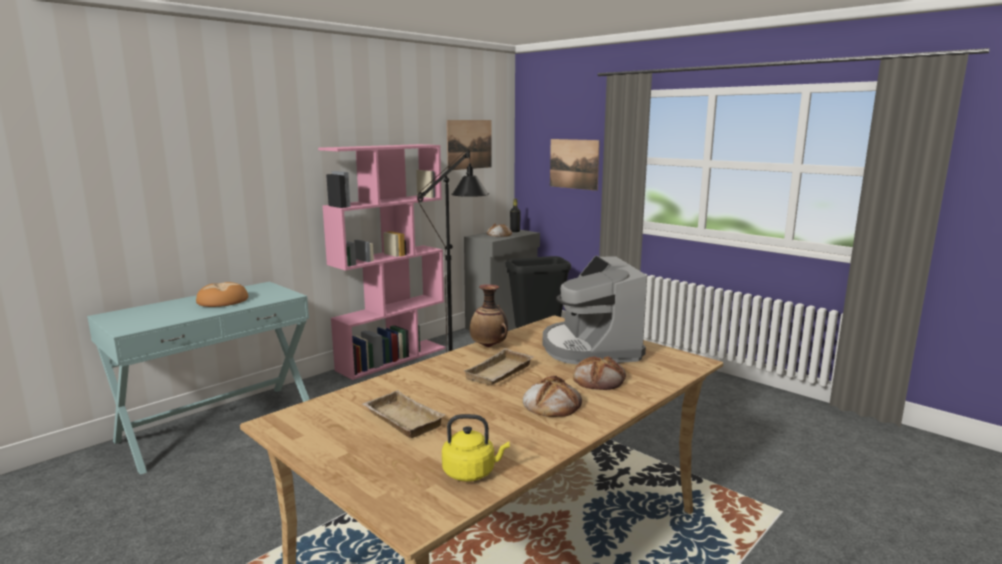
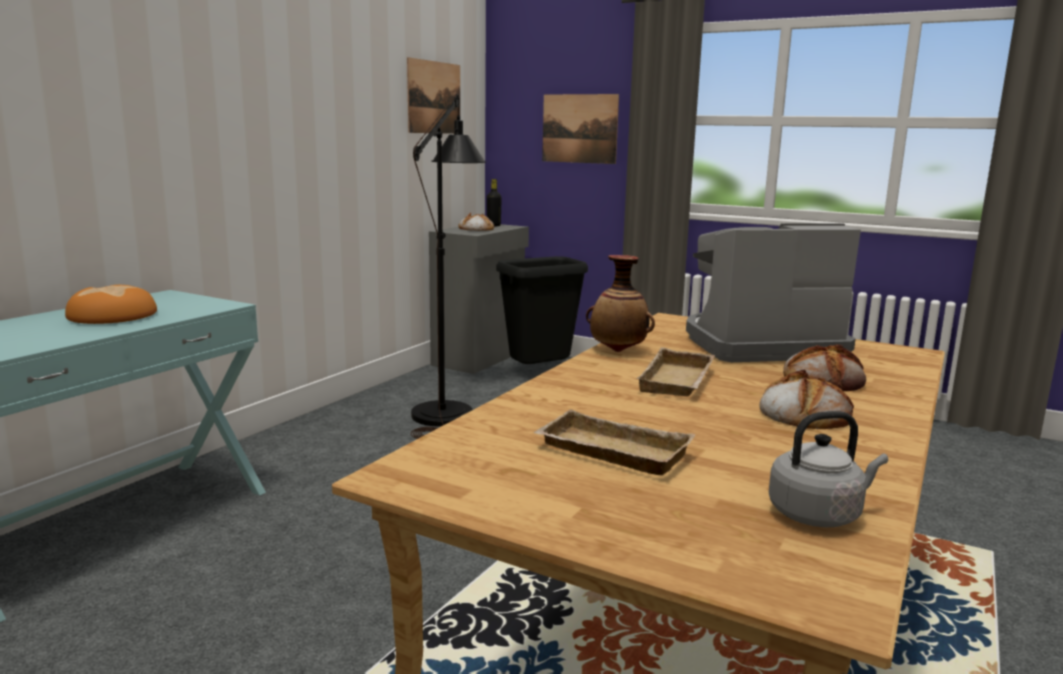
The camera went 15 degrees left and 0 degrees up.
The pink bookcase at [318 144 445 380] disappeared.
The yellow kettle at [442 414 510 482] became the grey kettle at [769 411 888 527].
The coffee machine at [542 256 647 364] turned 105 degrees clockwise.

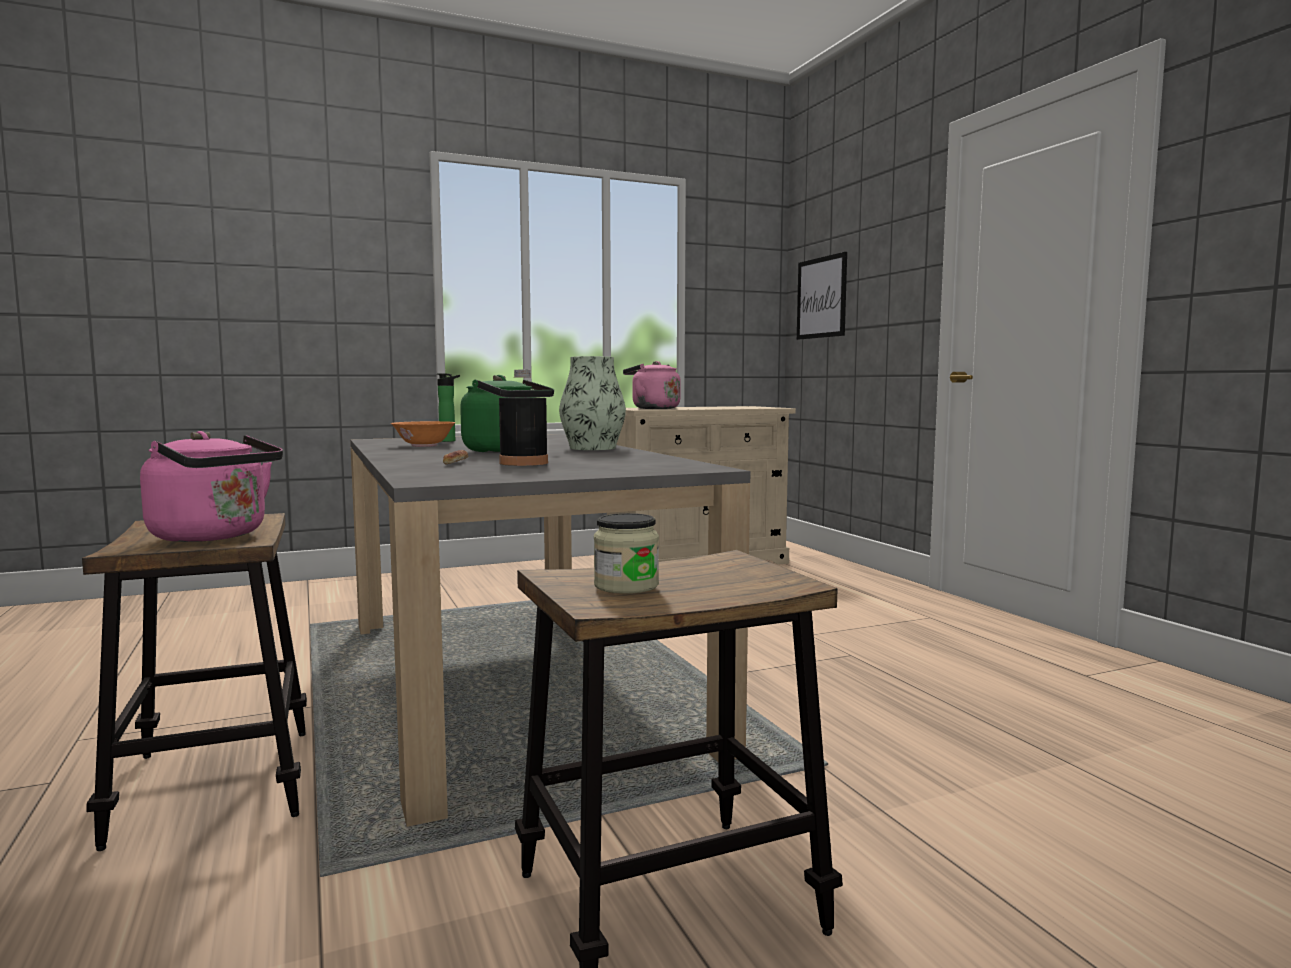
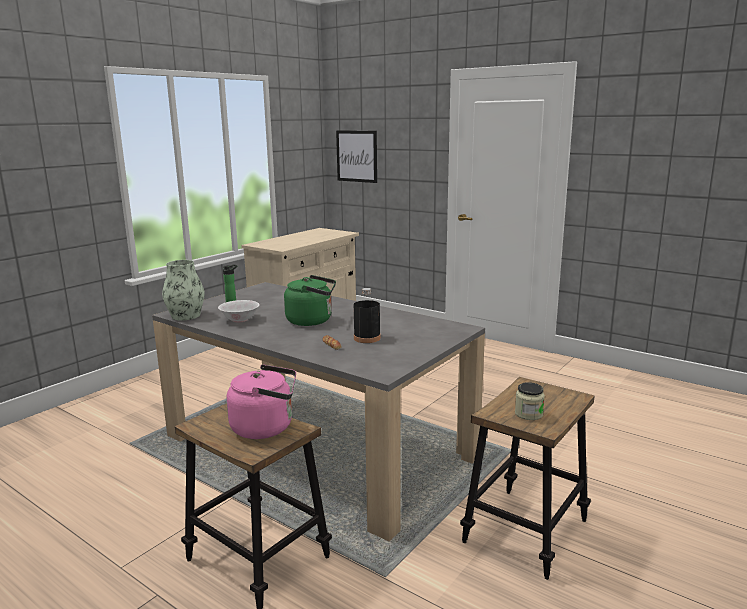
The camera went 30 degrees left and 10 degrees up.
The pink kettle at [623 361 681 409] disappeared.
The vase moved from [559 356 626 450] to [162 260 205 320].
The orange bowl at [391 421 456 447] became the white bowl at [218 300 259 322].

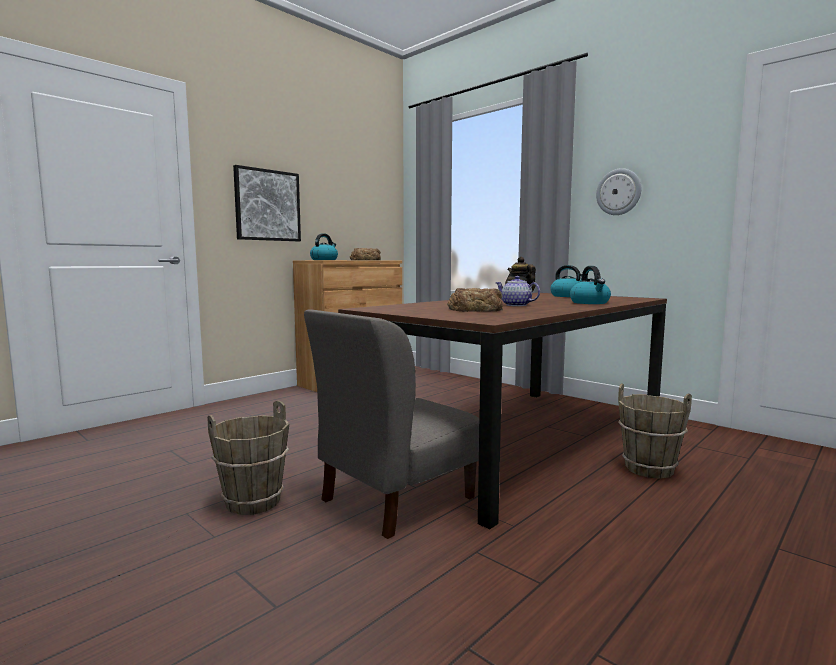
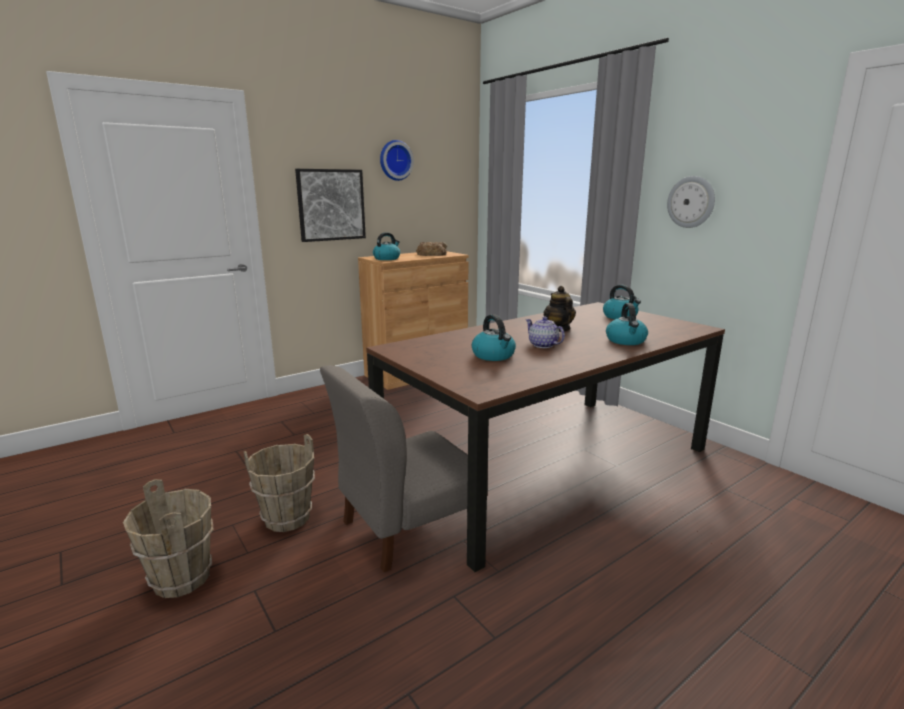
The camera went 10 degrees right and 10 degrees up.
The wall clock at [380 140 414 181] appeared.
The brown bucket moved from [618 383 692 479] to [123 479 213 598].
The bread at [447 288 503 312] was replaced by the kettle at [472 314 516 361].

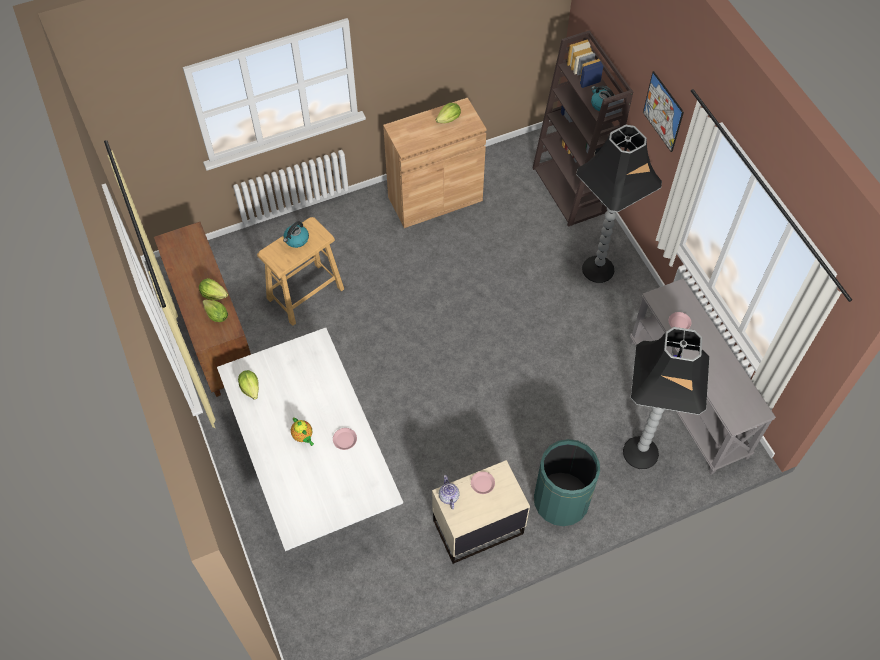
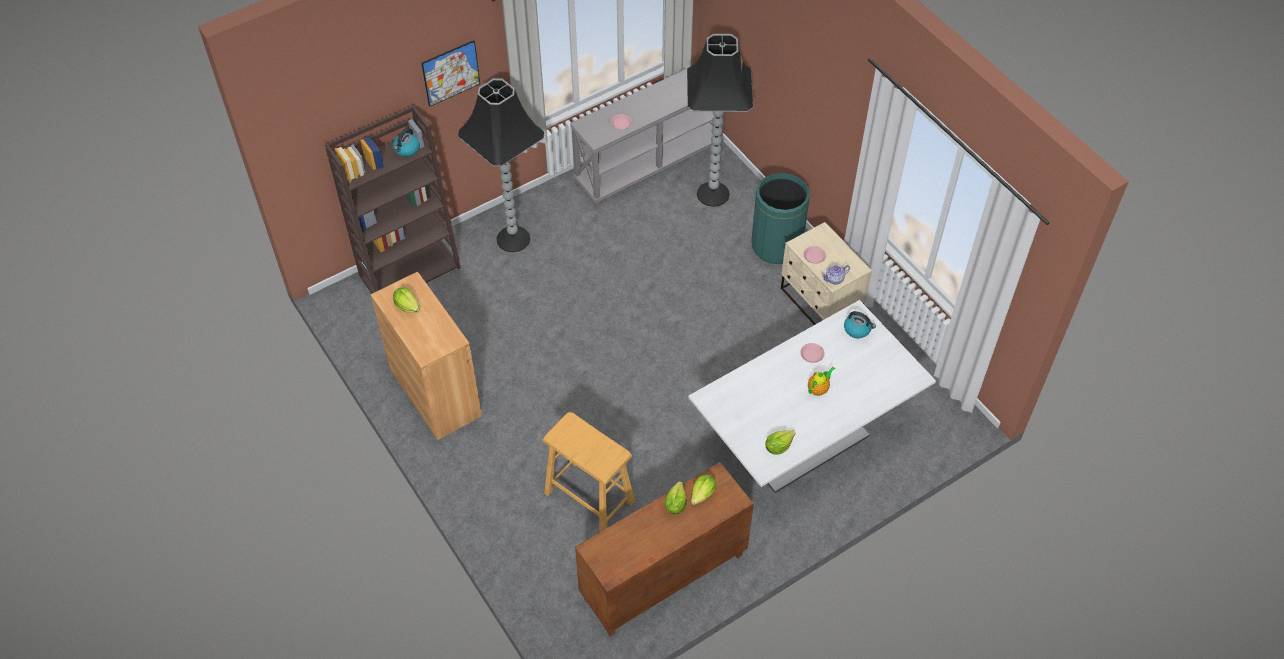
The camera went 100 degrees left and 5 degrees down.
The kettle moved from [283 221 309 248] to [844 311 876 338].

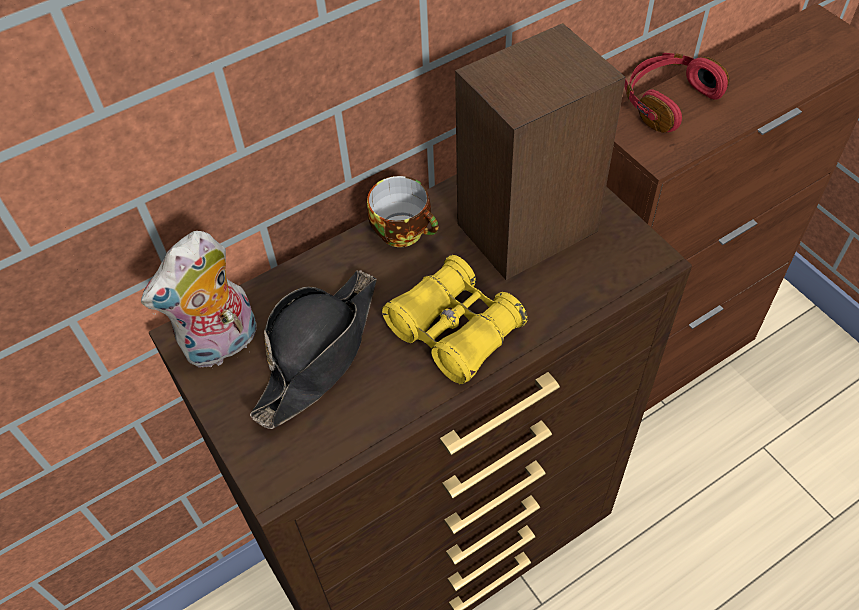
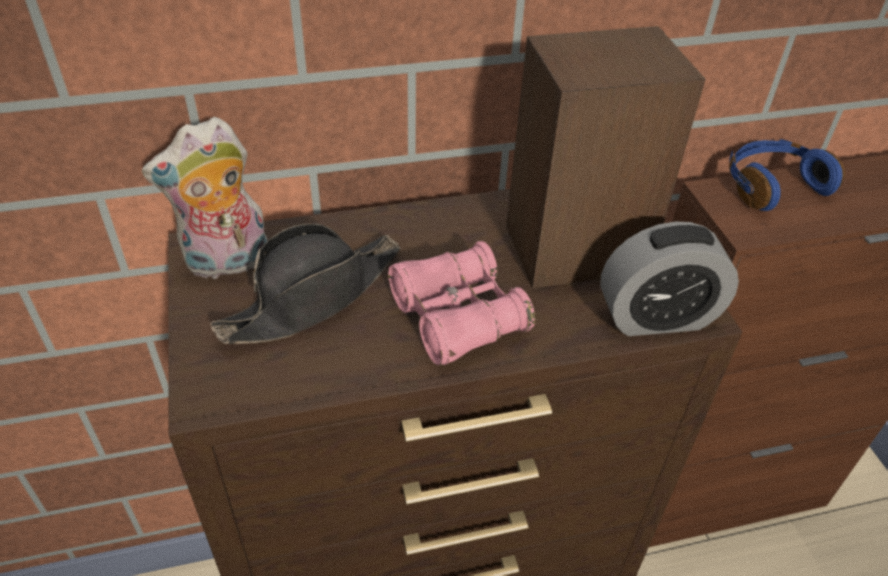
The camera went 15 degrees right and 10 degrees down.
The cup at [367 176 439 247] disappeared.
The alarm clock at [600 222 739 336] appeared.
The yellow binoculars at [382 255 528 384] became the pink binoculars at [388 241 535 366].
The red headphones at [624 53 729 133] became the blue headphones at [729 139 845 211].

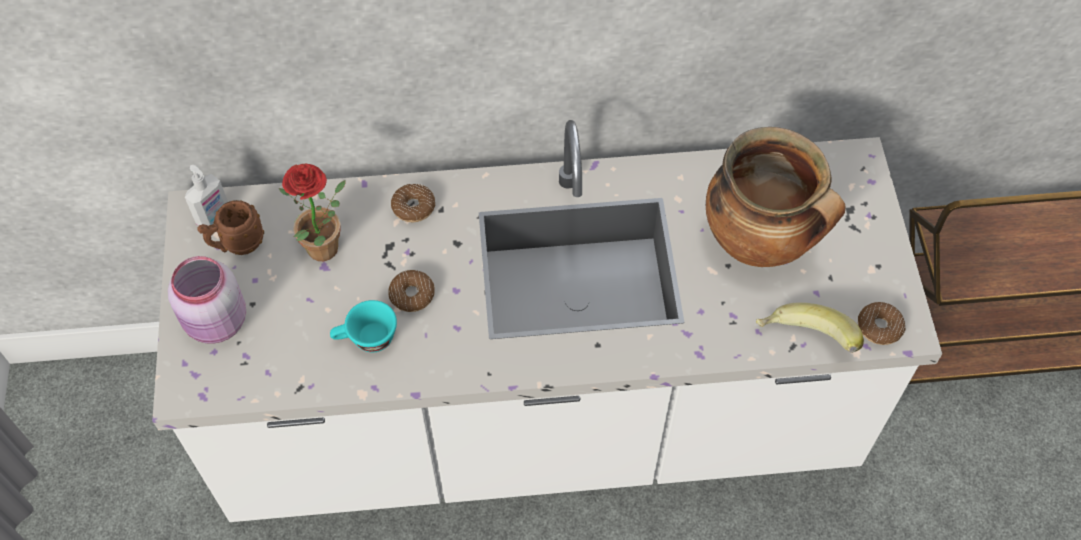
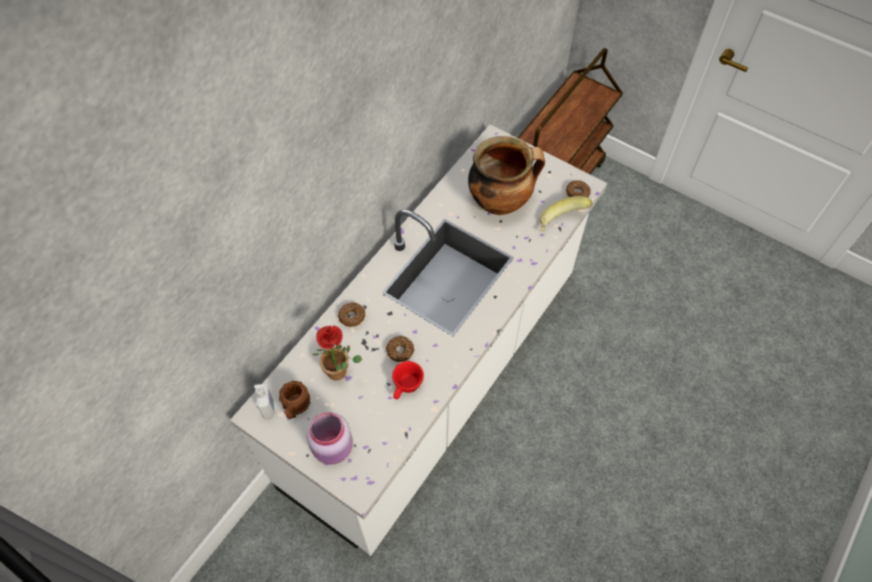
The camera went 50 degrees left and 0 degrees up.
The turquoise cup at [330 300 397 352] became the red cup at [392 361 424 399].

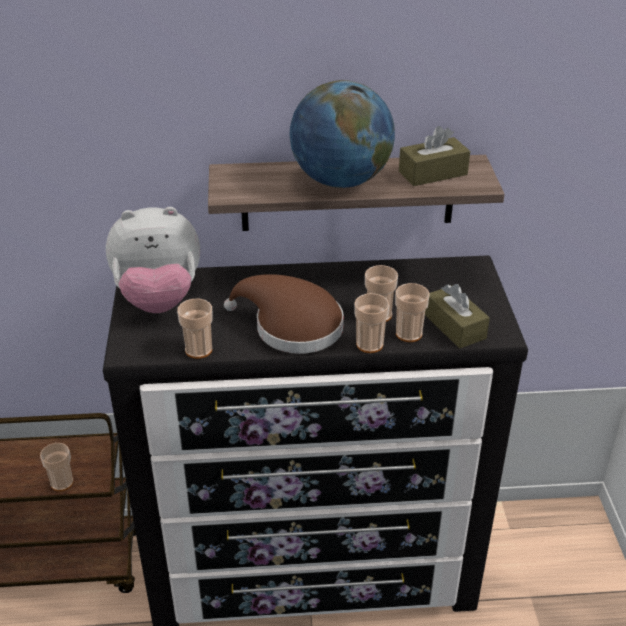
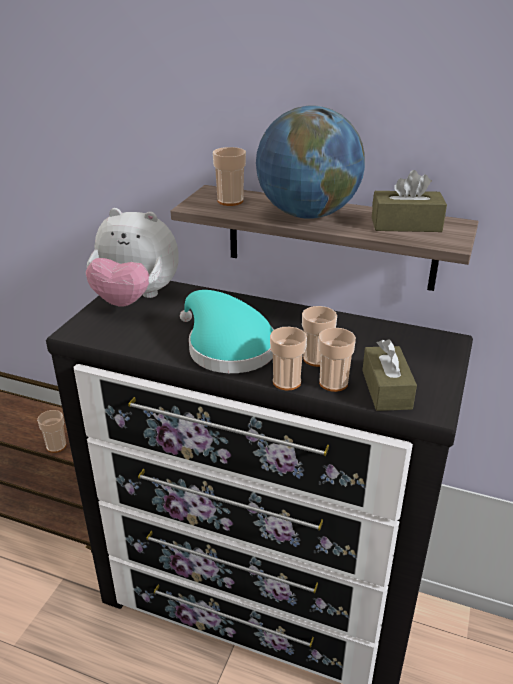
The camera went 25 degrees right and 5 degrees down.
The cup moved from [177 299 213 359] to [213 147 246 206].
The brown hat at [224 274 344 354] became the turquoise hat at [180 290 274 373].

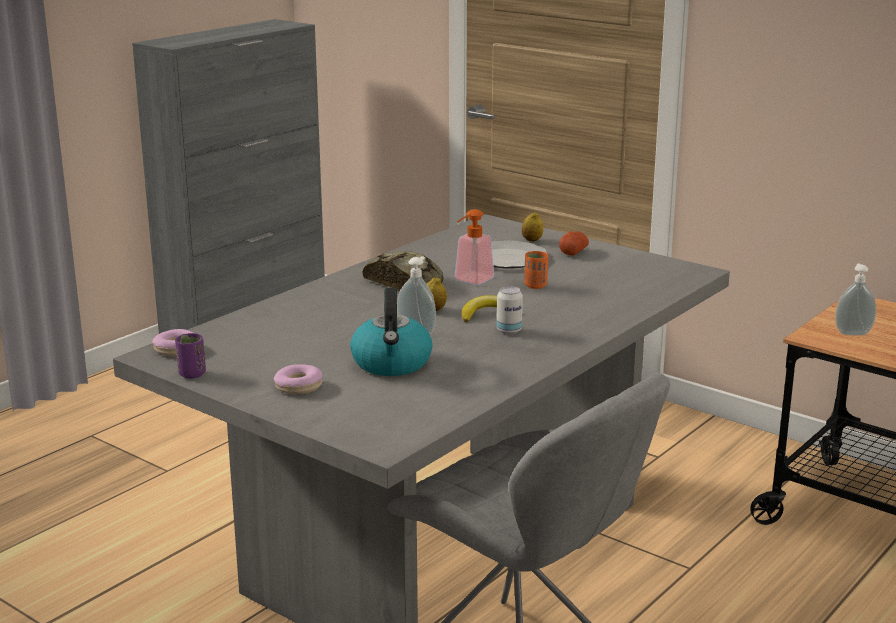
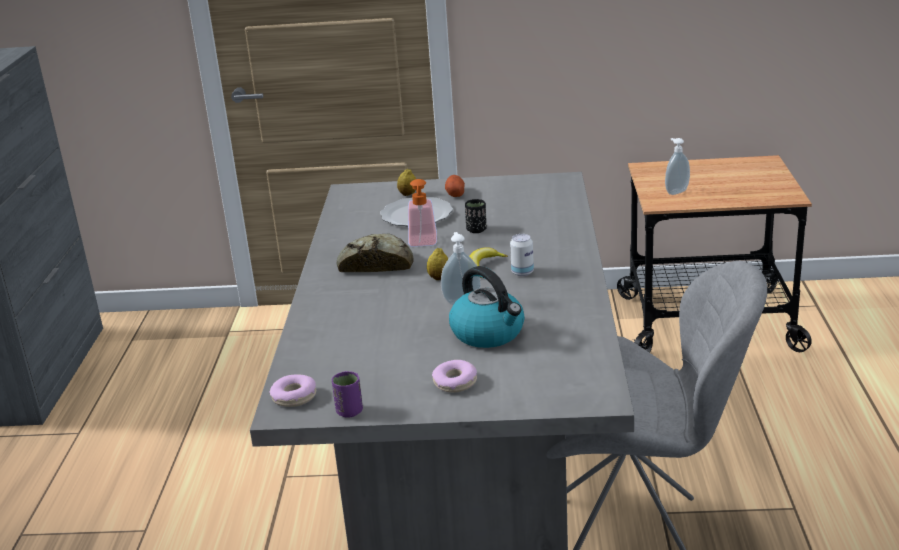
The camera went 35 degrees left and 5 degrees up.
The orange cup at [524 251 548 289] became the black cup at [465 199 487 233].

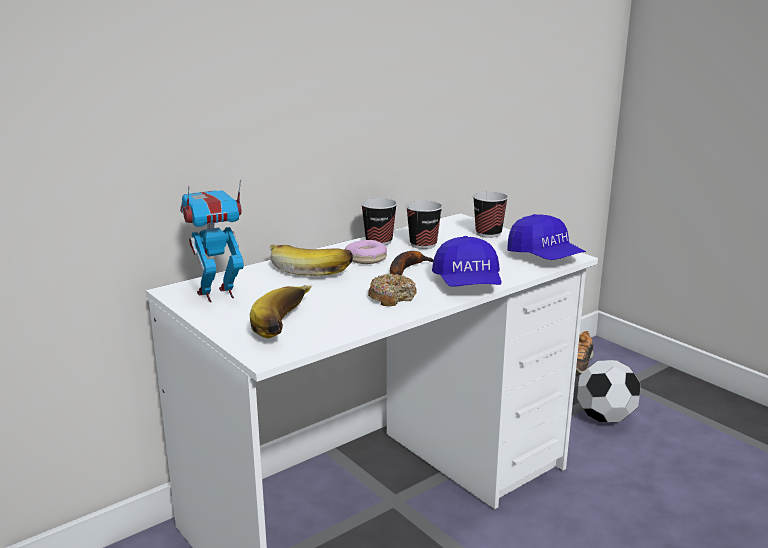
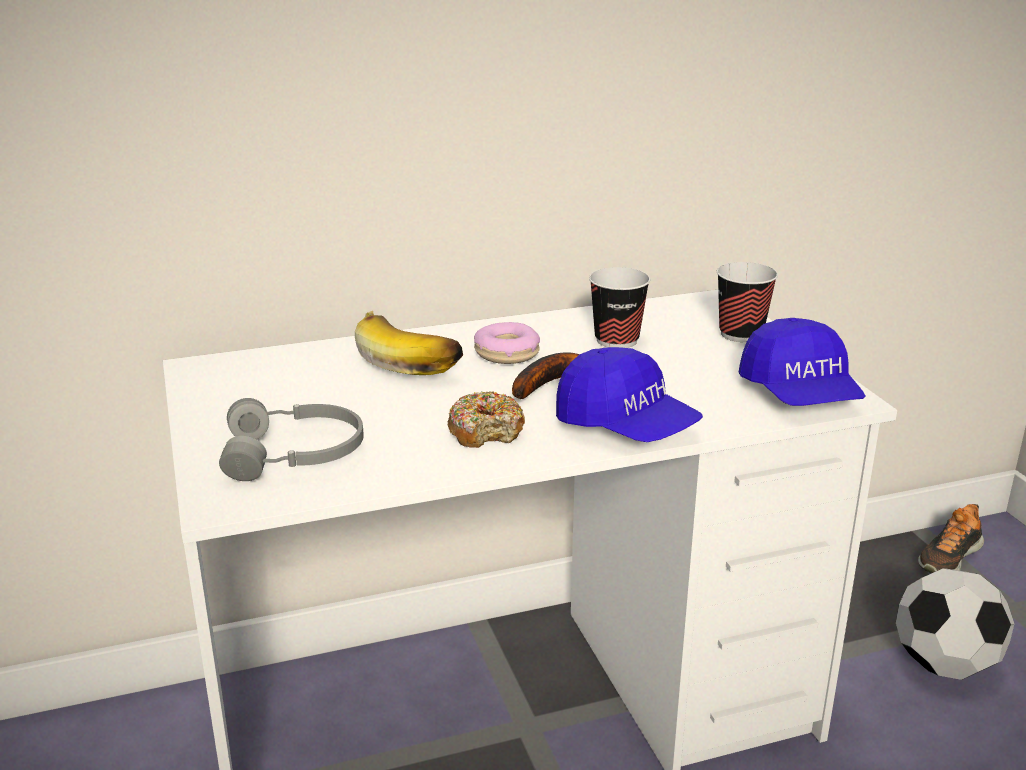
The camera went 20 degrees right and 5 degrees up.
The toy robot at [180 180 244 303] disappeared.
The cup at [361 198 397 245] disappeared.
The banana at [250 285 312 339] was replaced by the grey headphones at [219 398 364 481].
The blue cap at [432 236 502 287] turned 60 degrees counterclockwise.

